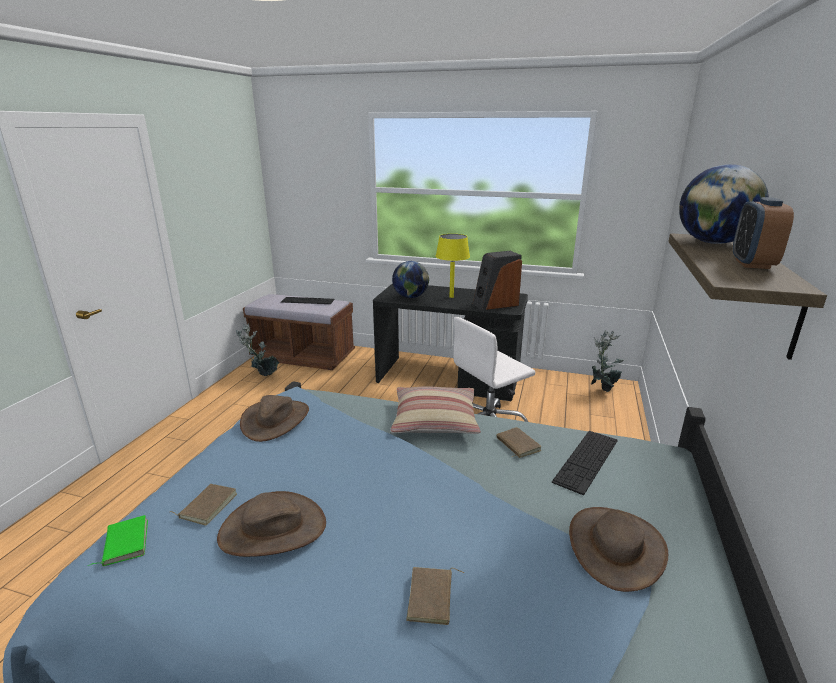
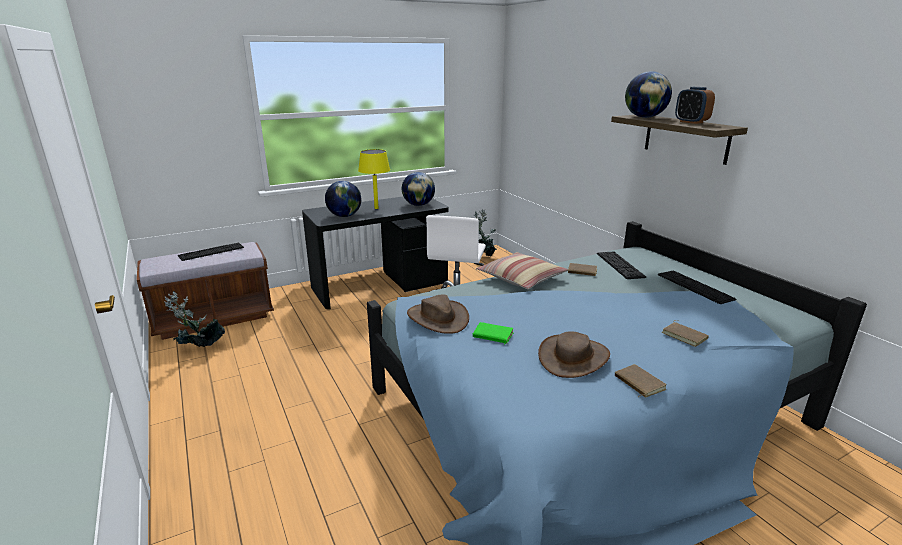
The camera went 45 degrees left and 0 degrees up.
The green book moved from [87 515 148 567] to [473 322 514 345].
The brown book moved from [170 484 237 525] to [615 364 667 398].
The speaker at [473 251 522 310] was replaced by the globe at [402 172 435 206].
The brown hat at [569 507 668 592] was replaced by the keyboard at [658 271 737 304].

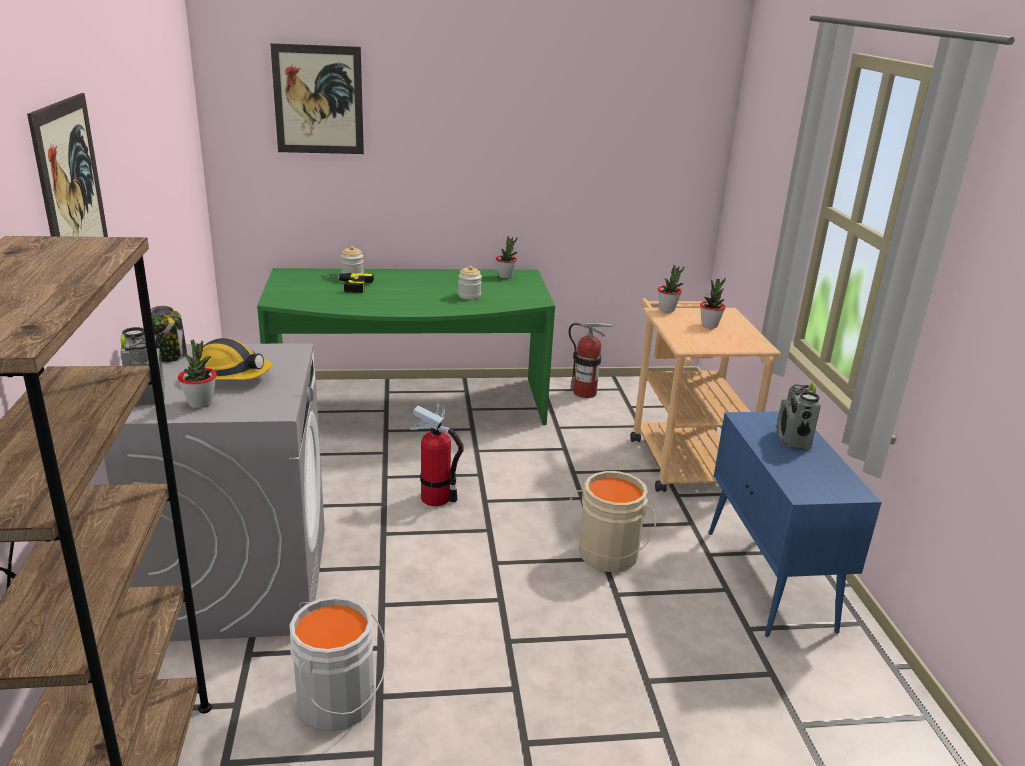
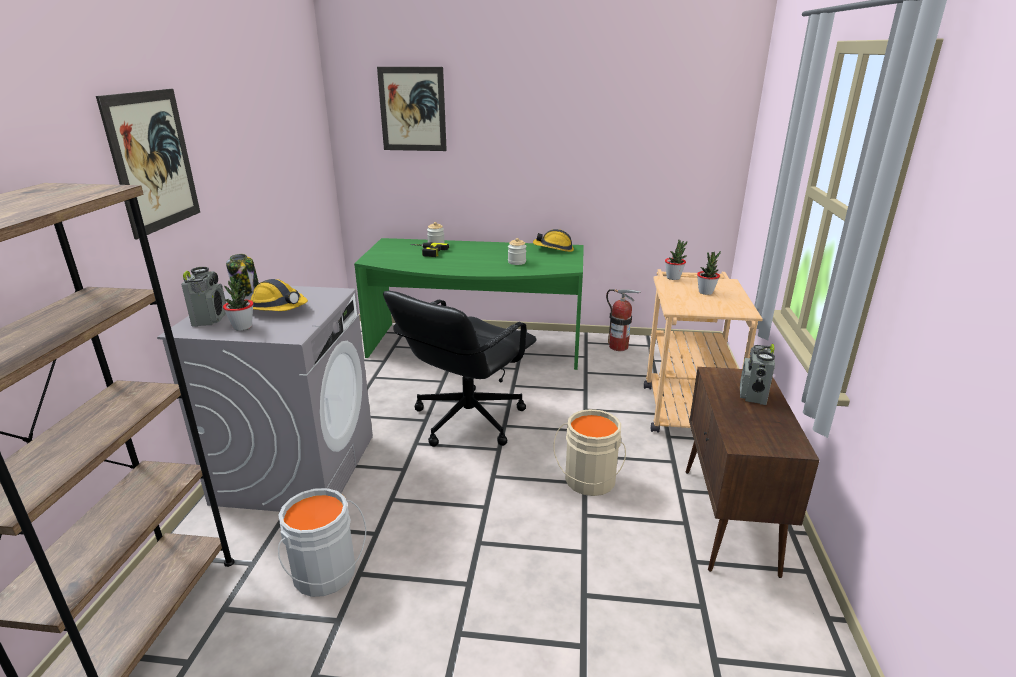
The camera went 15 degrees right and 0 degrees up.
The fire extinguisher at [410 403 464 506] was replaced by the black office chair at [383 291 537 447].
The potted plant at [496 236 518 278] was replaced by the hard hat at [533 229 574 252].
The blue cabinet at [709 411 882 637] became the brown cabinet at [686 367 819 578].

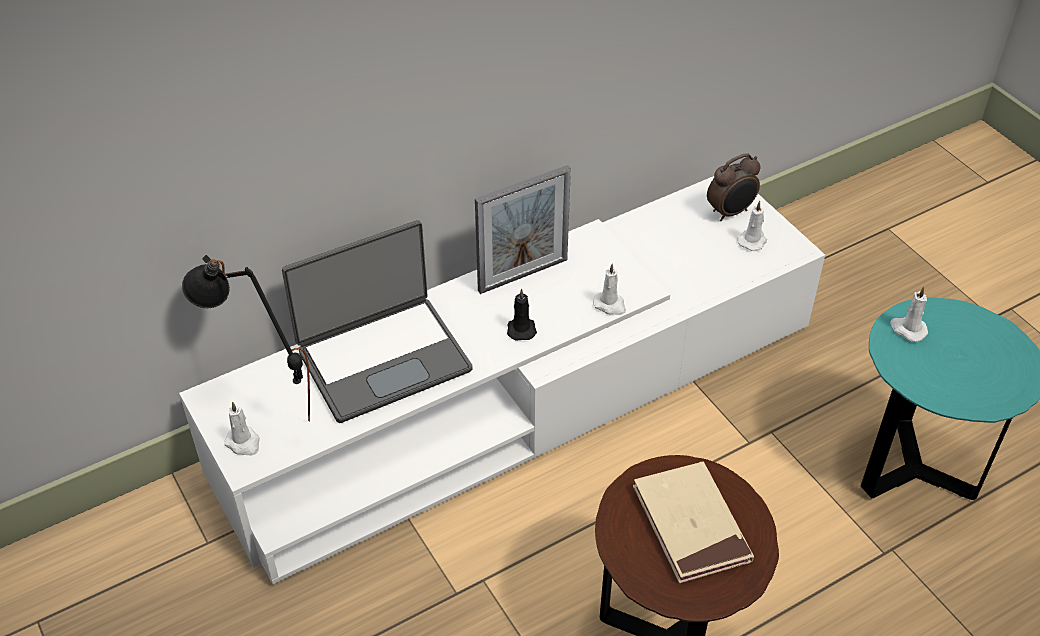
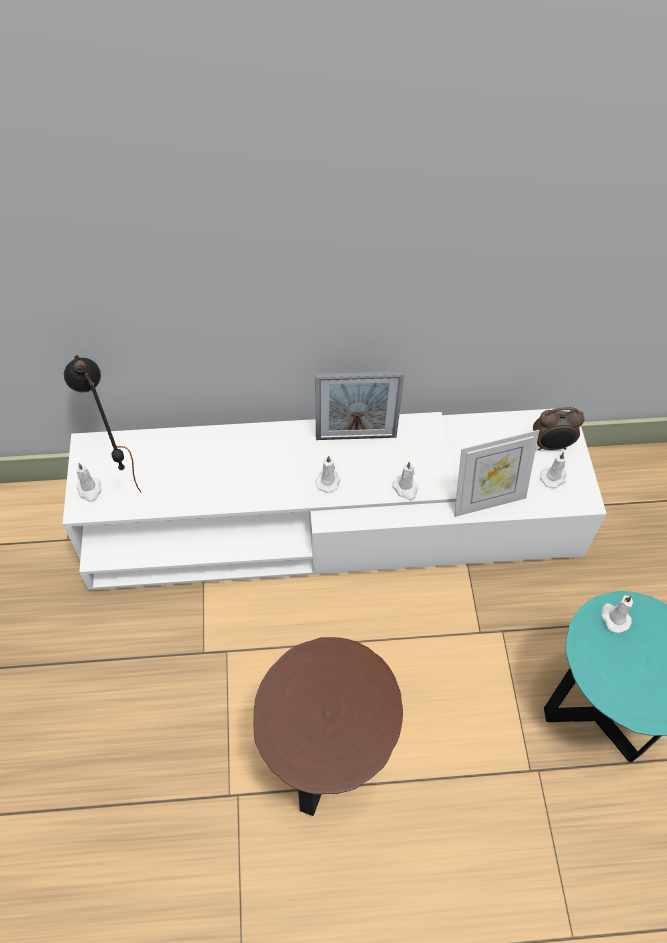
The camera went 25 degrees right and 10 degrees up.
The laptop at [282 220 473 423] disappeared.
The beige book at [633 462 754 583] disappeared.
The picture frame at [454 430 539 517] appeared.
The black candle at [507 289 537 341] became the white candle at [315 455 341 493].

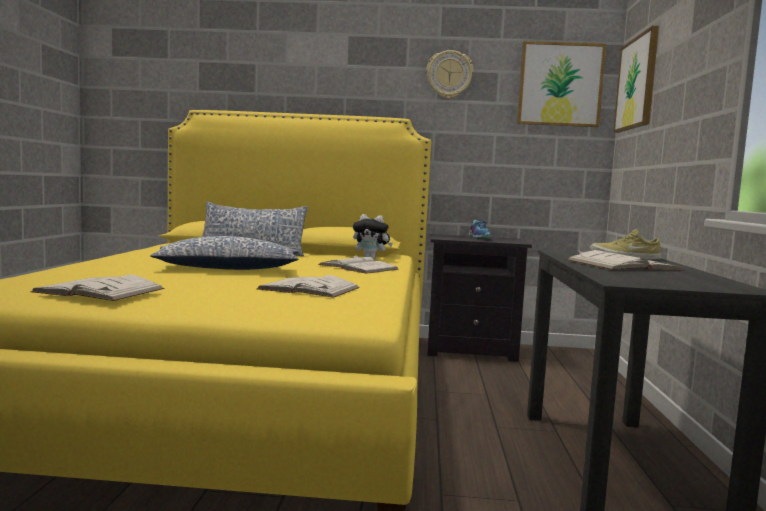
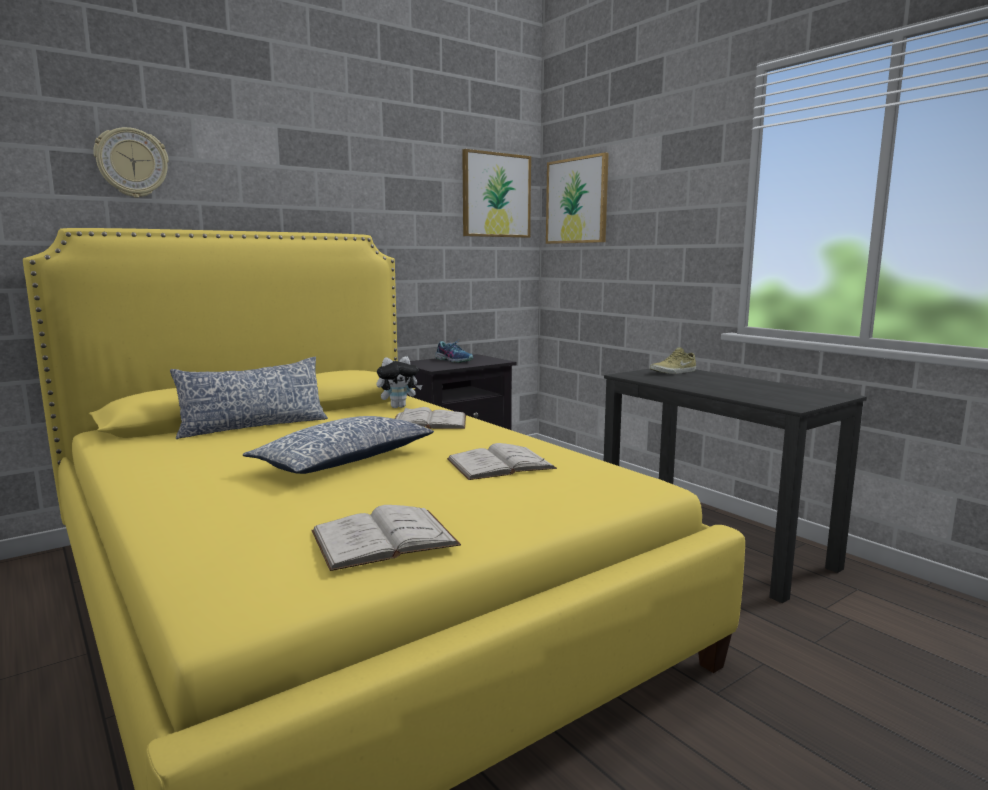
The camera went 40 degrees left and 5 degrees up.
The white book at [566 250 685 270] disappeared.
The wall clock moved from [426 50 473 99] to [93 127 169 198].

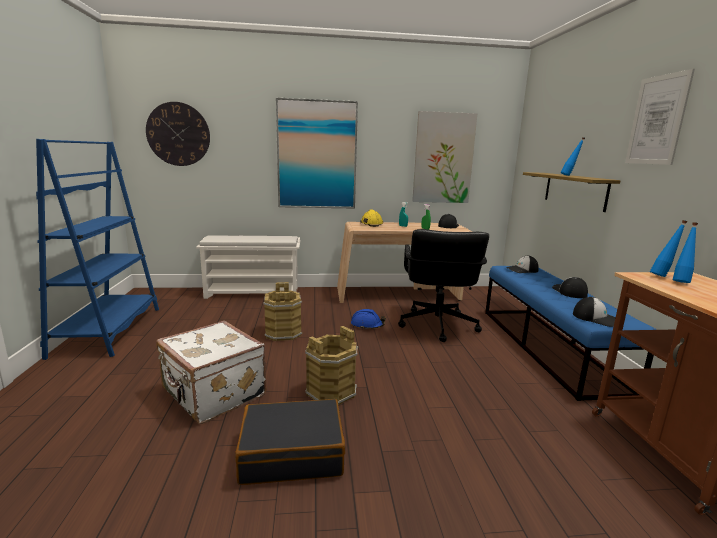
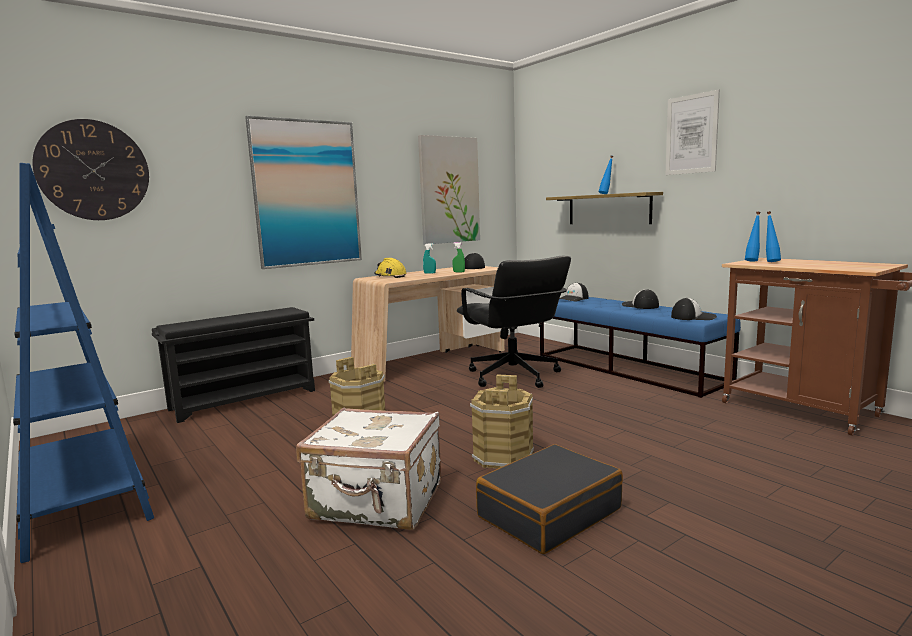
The camera went 30 degrees left and 5 degrees down.
The blue hard hat at [351 309 386 329] disappeared.
The white shoe rack at [196 235 300 299] became the black shoe rack at [152 307 315 423].

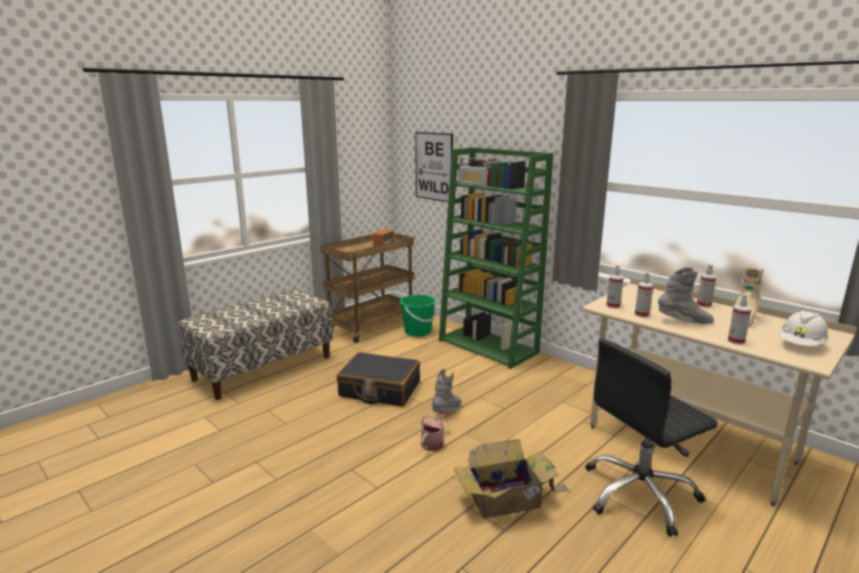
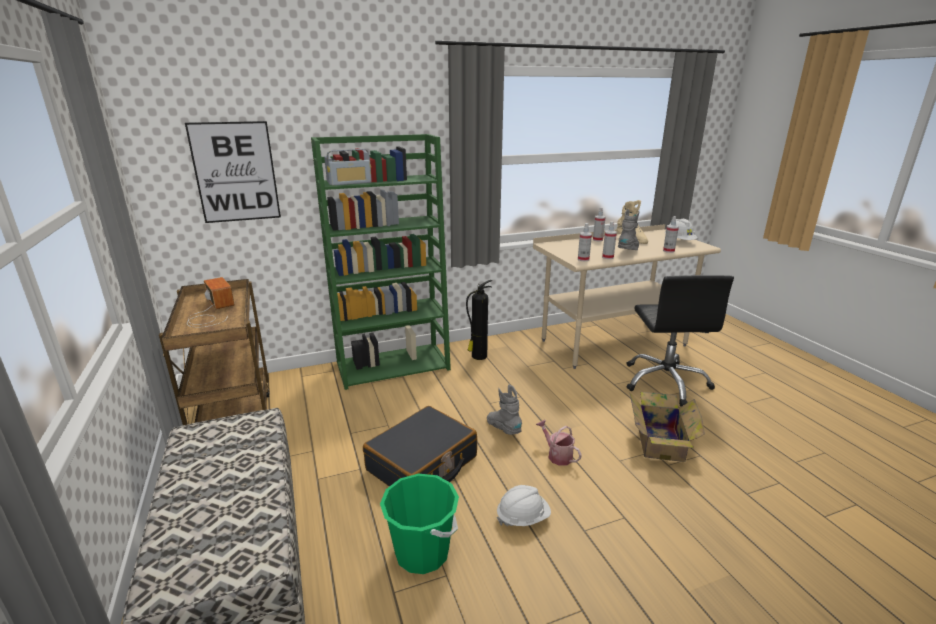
The camera went 65 degrees left and 5 degrees up.
The fire extinguisher at [466 280 492 360] appeared.
The white hard hat at [497 485 551 526] appeared.
The green bucket moved from [399 295 436 337] to [380 473 459 574].

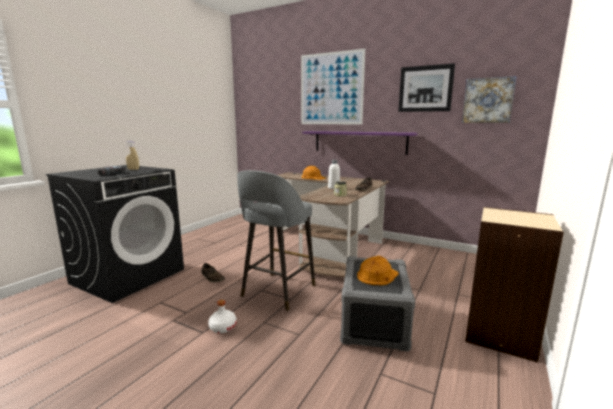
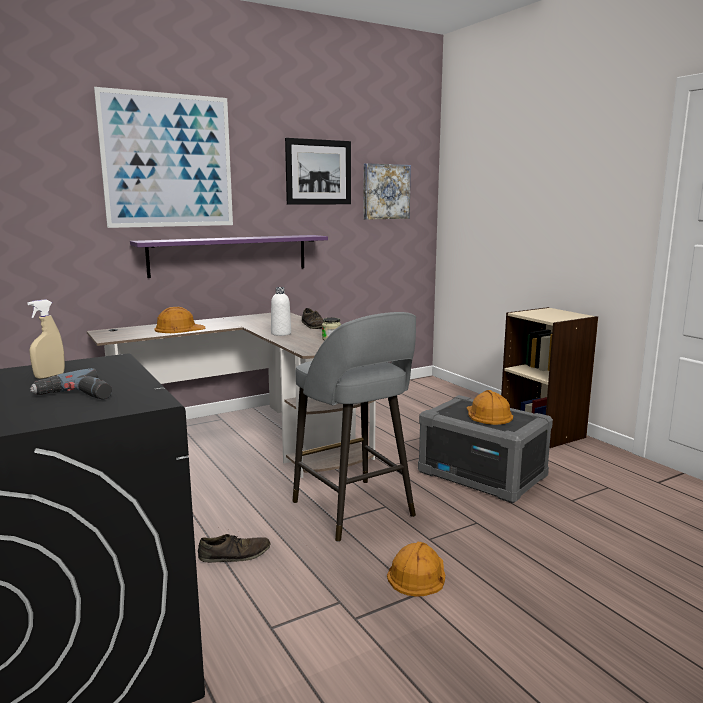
The camera went 60 degrees left and 0 degrees up.
The white bottle at [208 300 237 333] was replaced by the orange hard hat at [387 542 445 597].

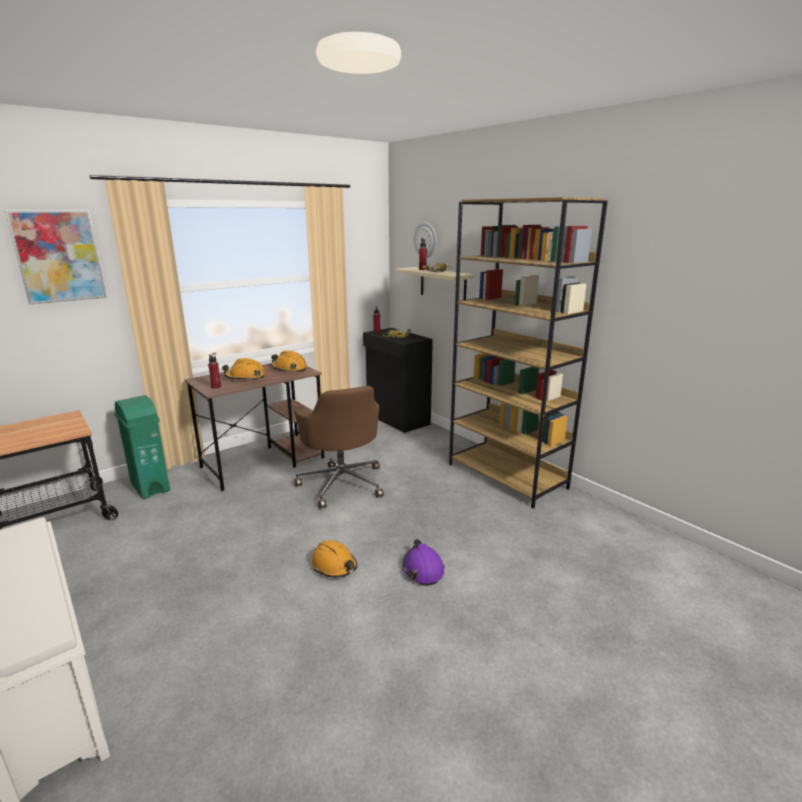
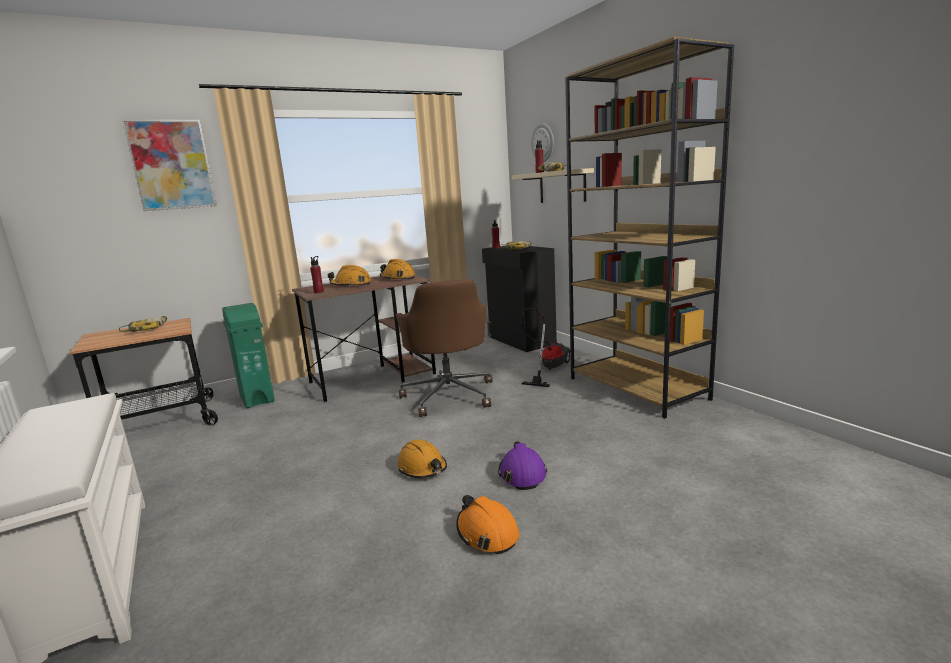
The camera went 10 degrees right and 5 degrees down.
The power drill at [119 316 167 332] appeared.
The orange hard hat at [456 495 519 554] appeared.
The vacuum cleaner at [521 308 570 387] appeared.

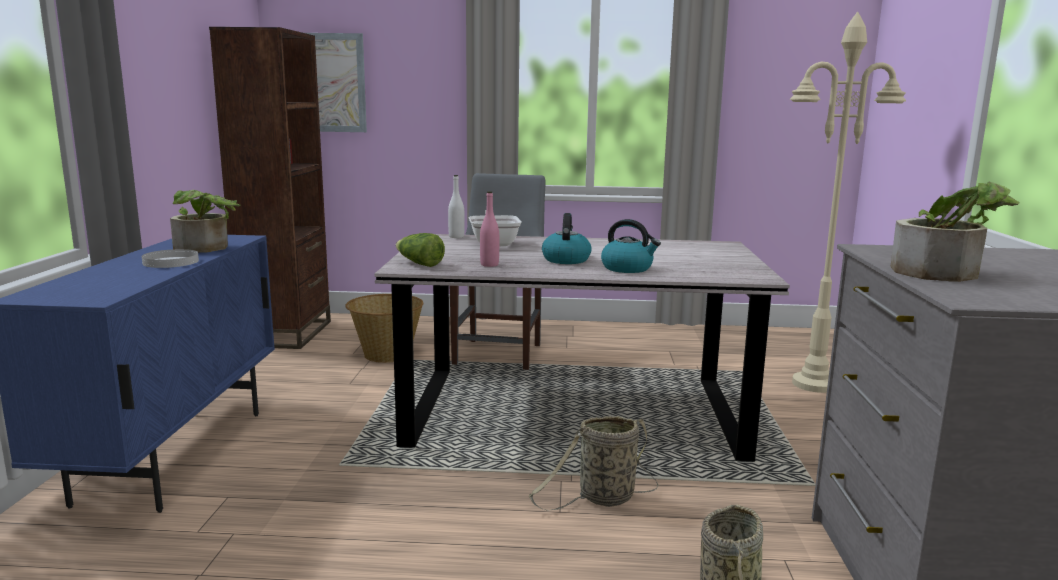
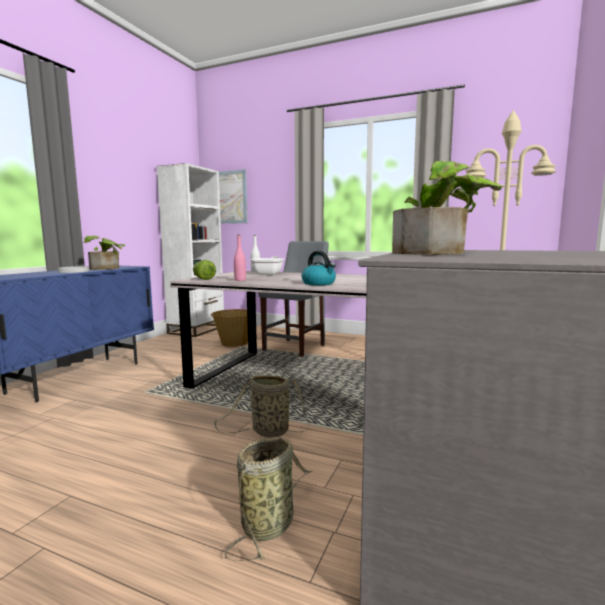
The camera went 20 degrees right and 5 degrees down.
The kettle at [542 213 592 264] disappeared.
The brown bookcase at [209 27 331 349] became the white bookcase at [157 163 224 337].

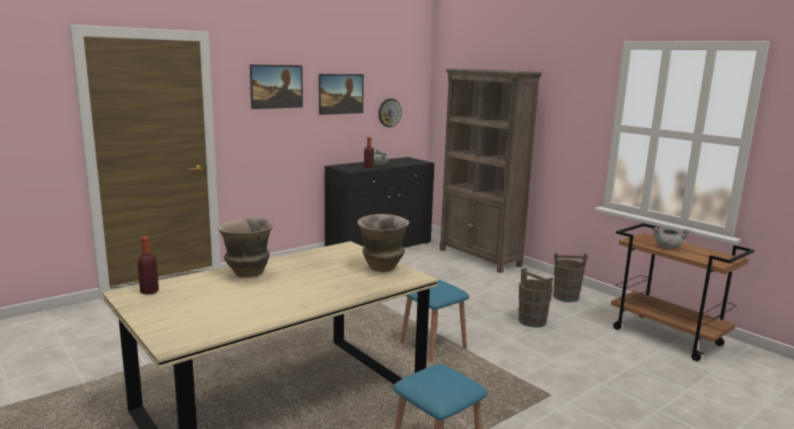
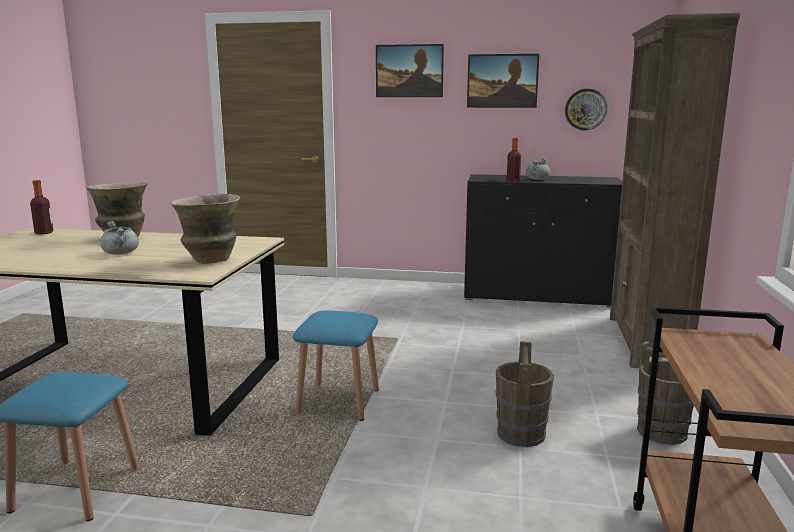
The camera went 50 degrees right and 0 degrees up.
The grey cooking pot moved from [652 227 690 249] to [100 221 139 254].

